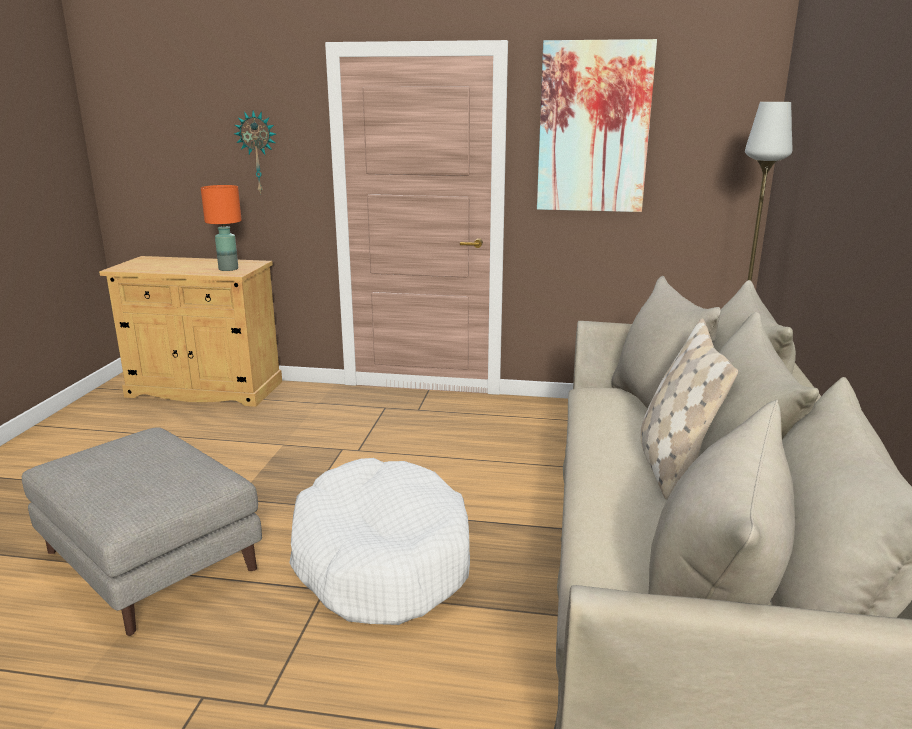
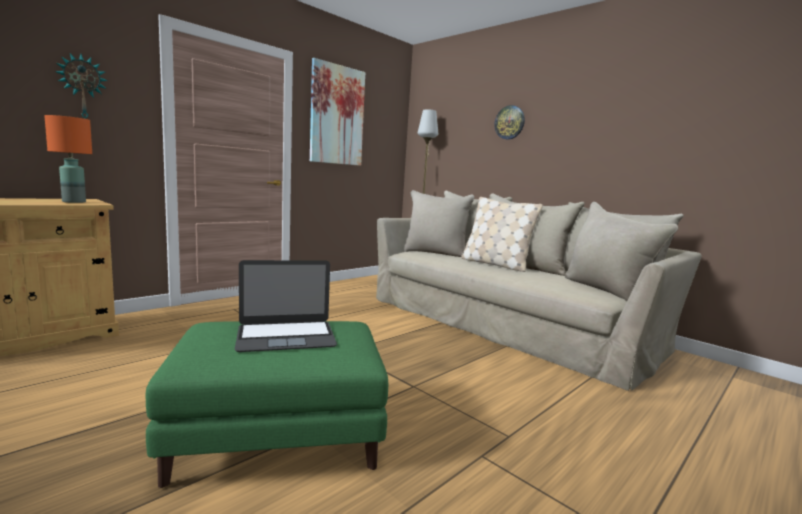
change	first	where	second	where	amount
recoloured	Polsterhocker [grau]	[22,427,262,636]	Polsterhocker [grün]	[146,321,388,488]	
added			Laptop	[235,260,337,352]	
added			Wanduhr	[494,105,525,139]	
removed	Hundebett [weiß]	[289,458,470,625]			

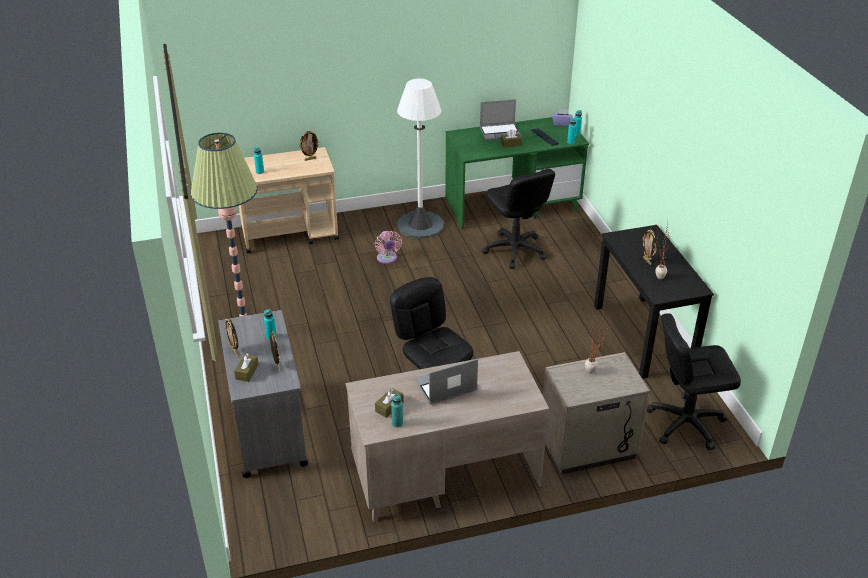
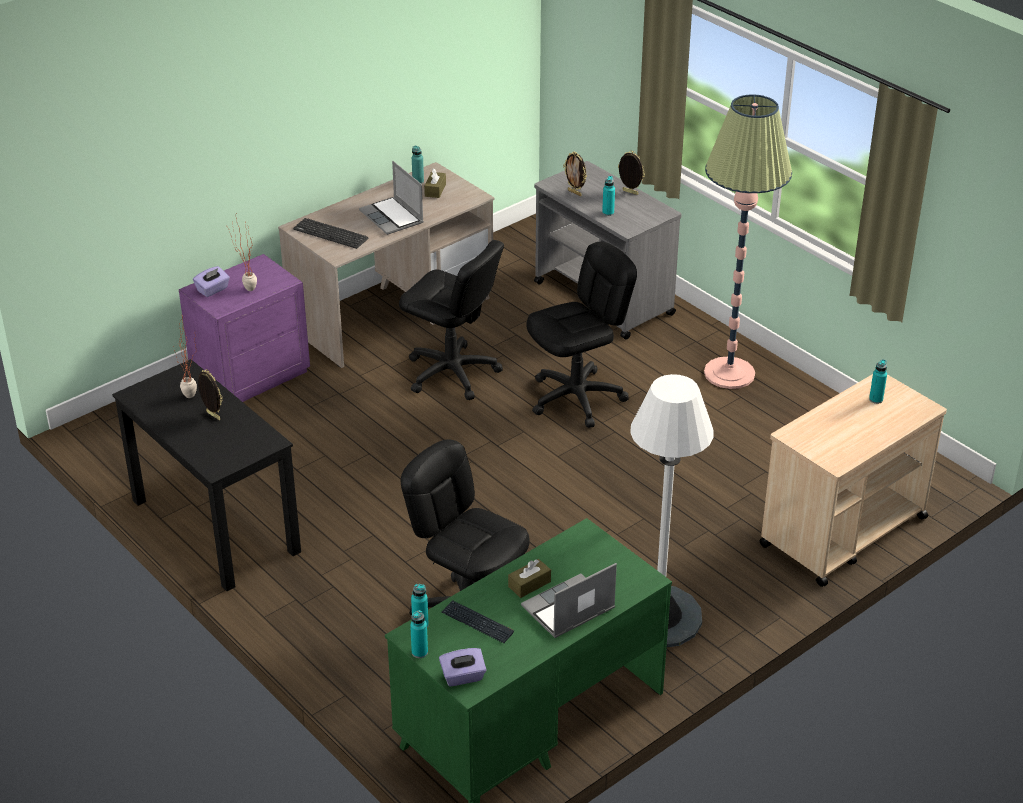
change	first	where	second	where	amount
recoloured	Nachttisch [beige]	[543,352,650,474]	Nachttisch [lila]	[179,254,310,402]	
added			Taschentuchbox [lila]	[193,266,230,297]	
added			Tastatur	[293,218,369,249]	
turned	Laptop	[415,359,478,404]		[359,161,424,235]	105 degrees clockwise
moved	Bürostuhl [schwarz]	[647,314,741,451]		[526,242,637,428]	
removed	Taschentuchbox [braun]	[234,353,259,382]			
removed	Bilderrahmen	[299,131,320,161]			
removed	Ventilator [rosa]	[375,231,402,264]			

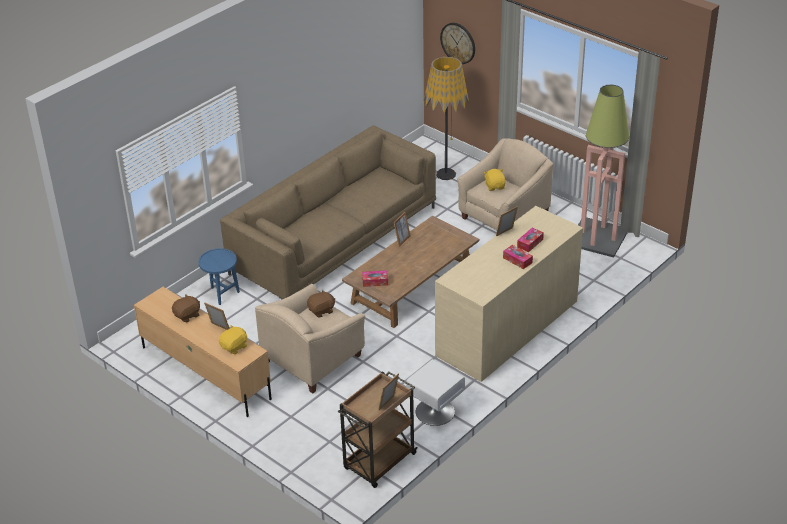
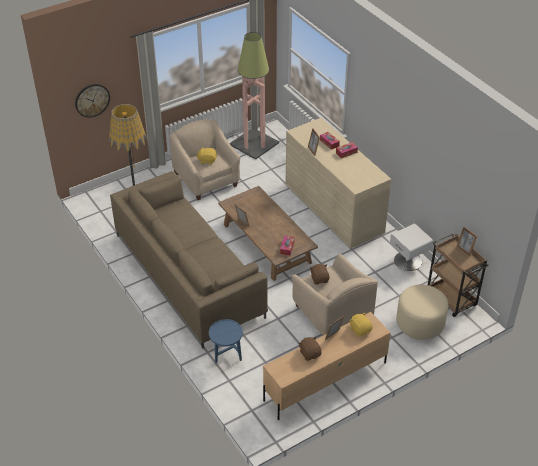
change	first	where	second	where	amount
added			Polsterhocker [beige]	[396,284,448,340]	

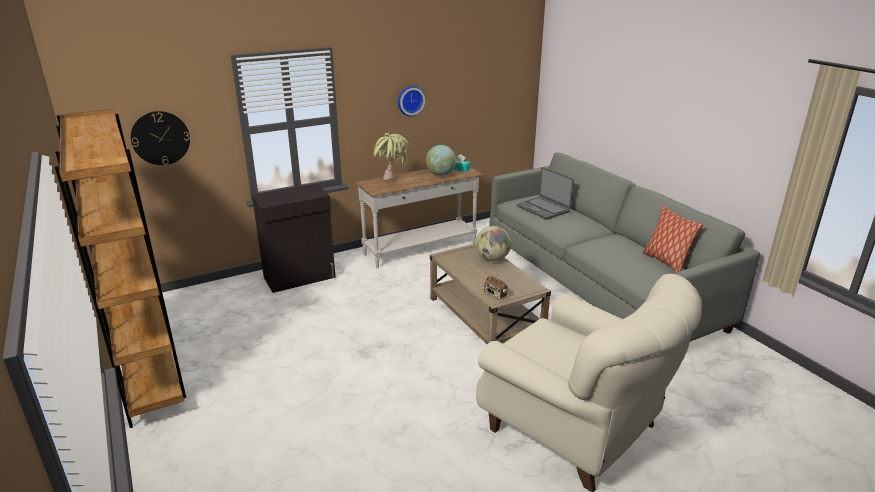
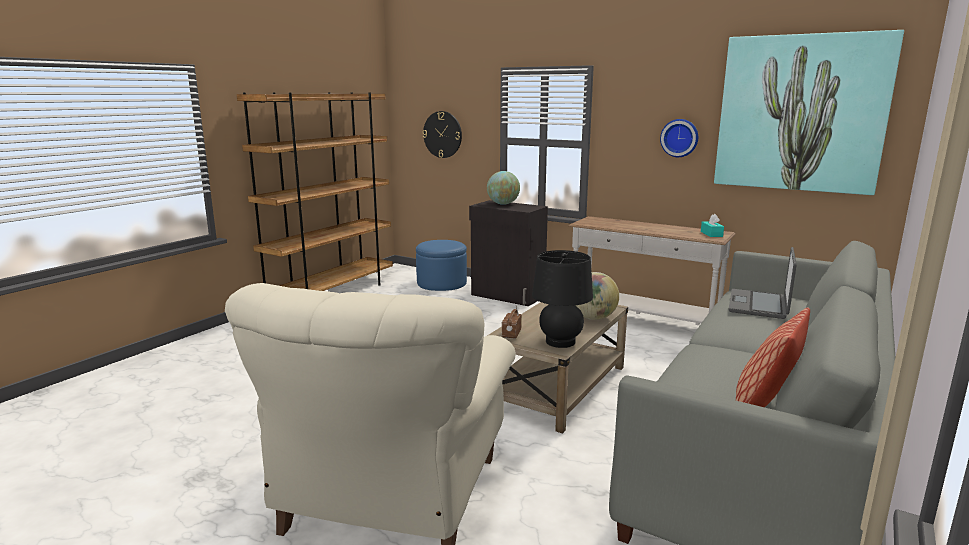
change	first	where	second	where	amount
added			Polsterhocker [blau]	[416,240,467,291]	
moved	Globus	[426,145,456,176]		[487,171,520,205]	
added			Tischlampe [schwarz]	[532,250,593,348]	
added			Bild	[714,30,904,195]	
removed	Topfpflanze	[374,133,409,182]			

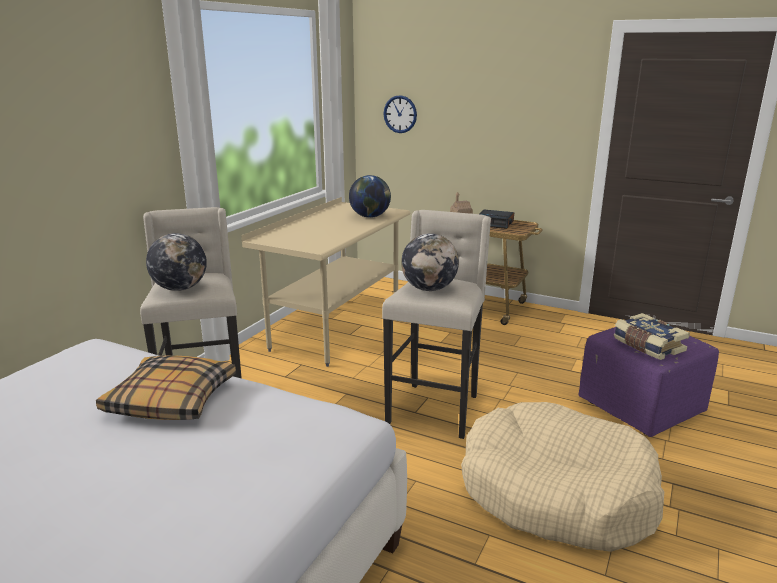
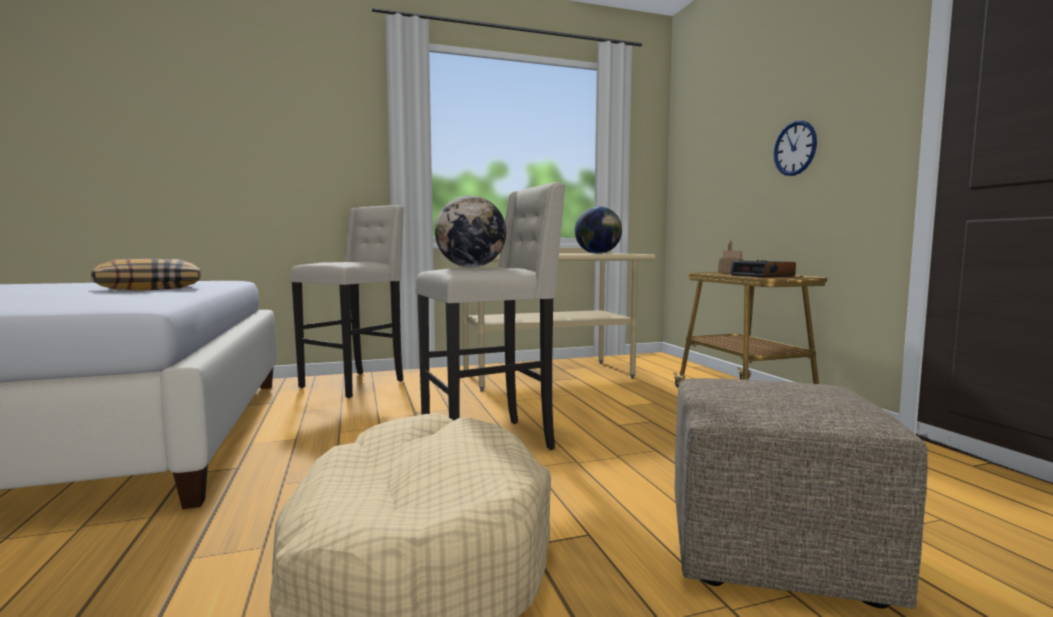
change	first	where	second	where	amount
recoloured	Polsterhocker [lila]	[578,327,719,437]	Polsterhocker [beige]	[674,378,928,609]	
moved	Wanduhr	[383,95,417,133]		[774,120,817,176]	
removed	Globus	[146,233,207,291]			
removed	Buch	[614,313,690,360]			

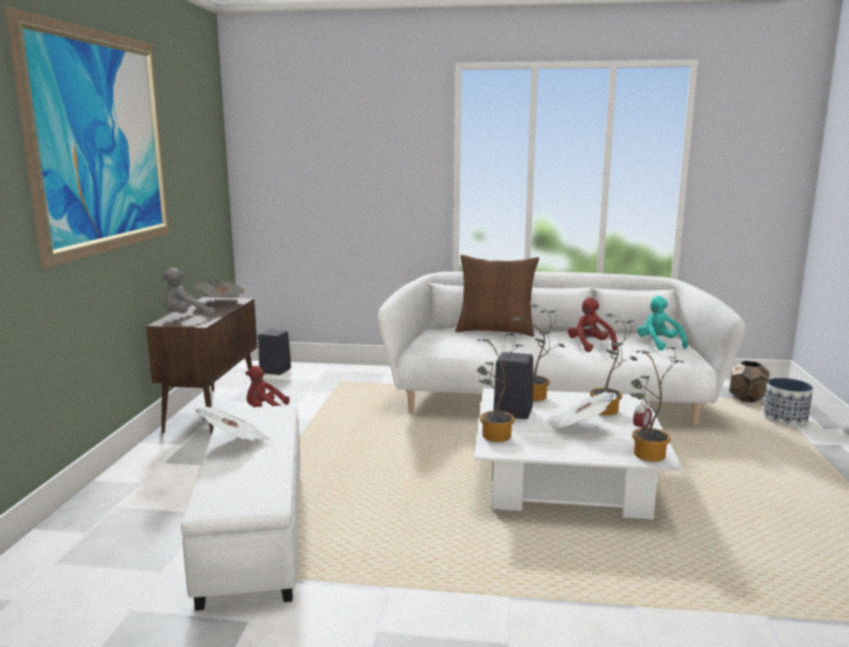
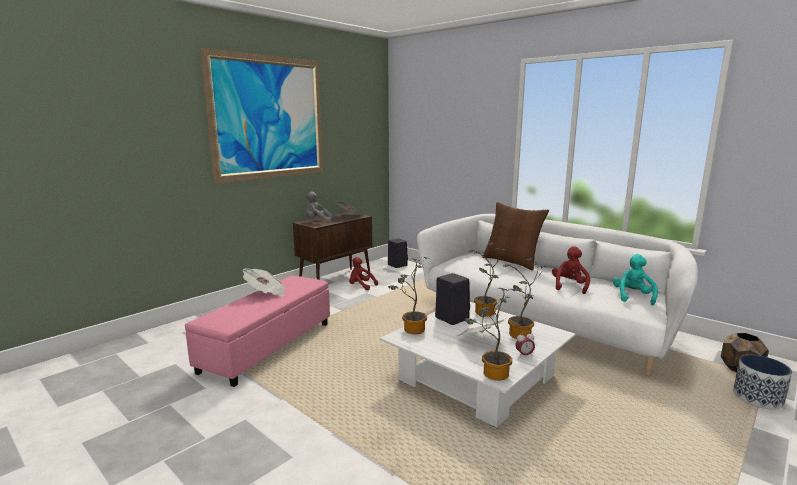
change	first	where	second	where	amount
recoloured	Polsterhocker [weiß]	[181,405,300,611]	Polsterhocker [rosa]	[185,275,330,387]	

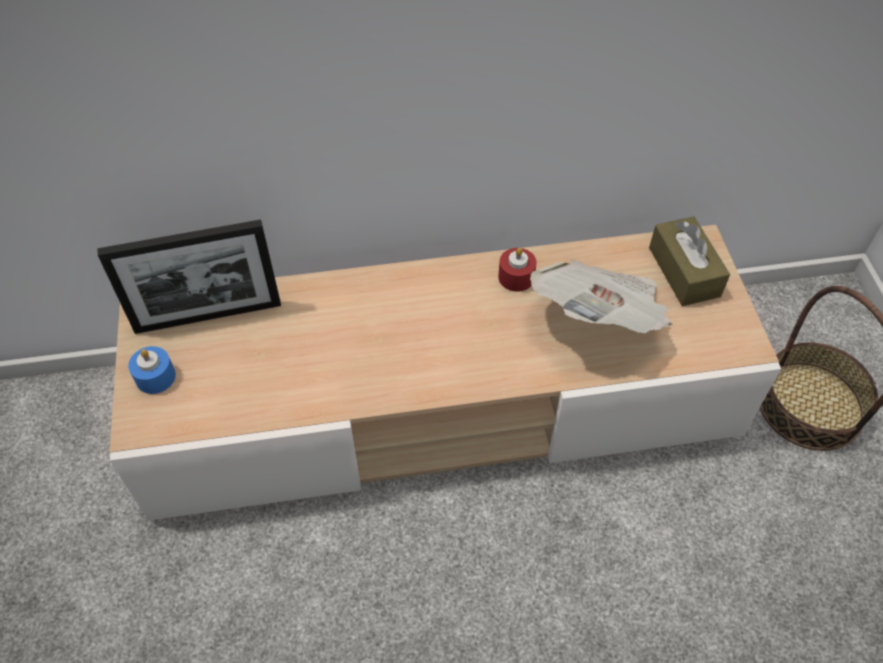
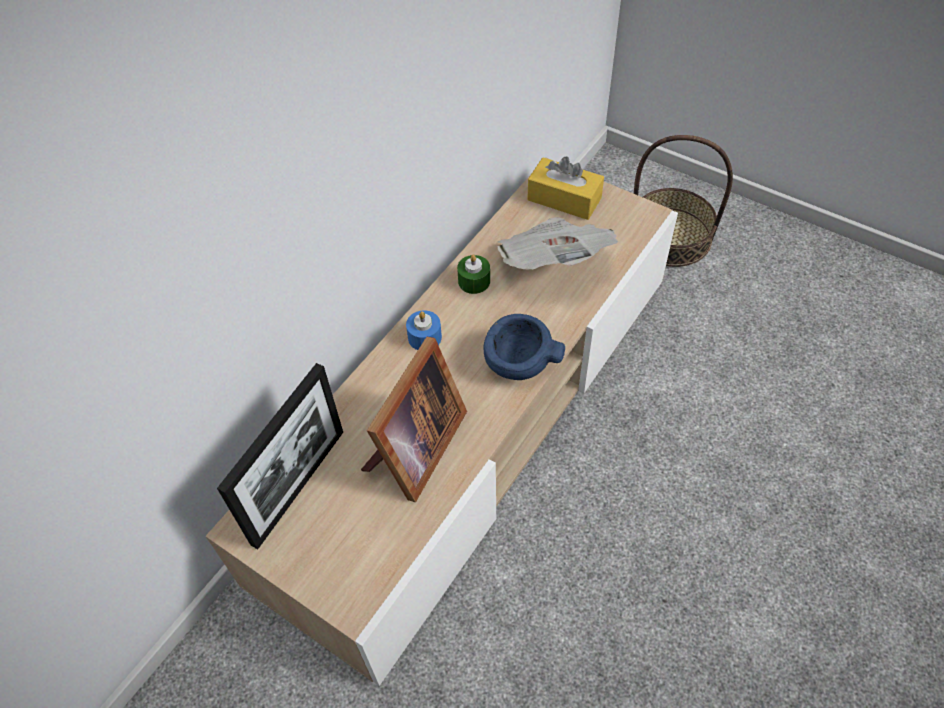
change	first	where	second	where	amount
added			Bilderrahmen	[361,337,467,502]	
moved	Kerze [blau]	[128,346,176,394]		[406,310,442,350]	
recoloured	Kerze [rot]	[498,248,537,292]	Kerze [grün]	[457,254,490,294]	
added			Schüssel [blau]	[483,314,565,380]	
recoloured	Taschentuchbox [braun]	[649,216,730,306]	Taschentuchbox [gelb]	[527,157,604,220]	

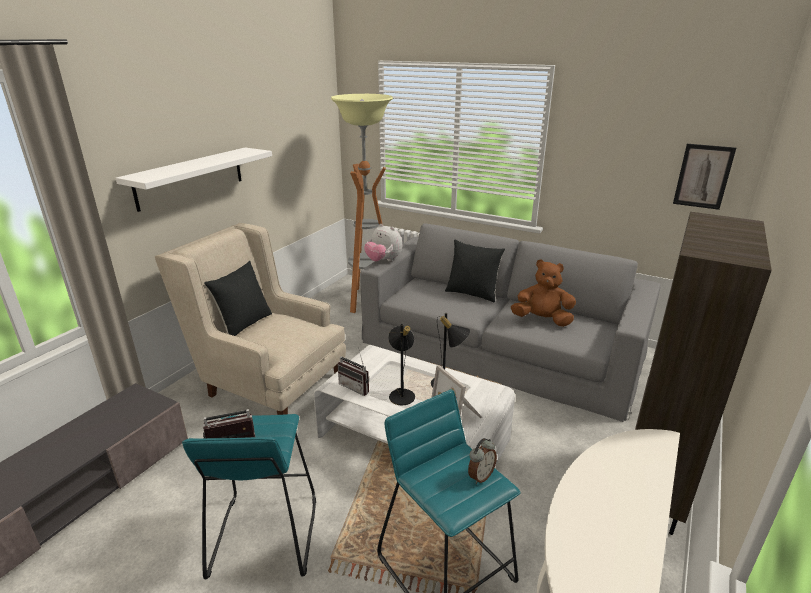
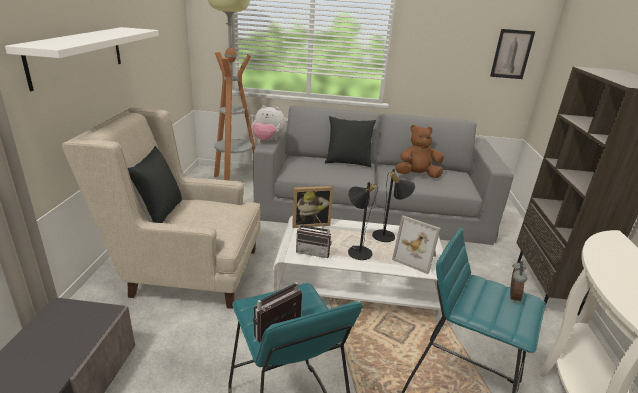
change	first	where	second	where	amount
added			Bilderrahmen	[292,186,333,228]	

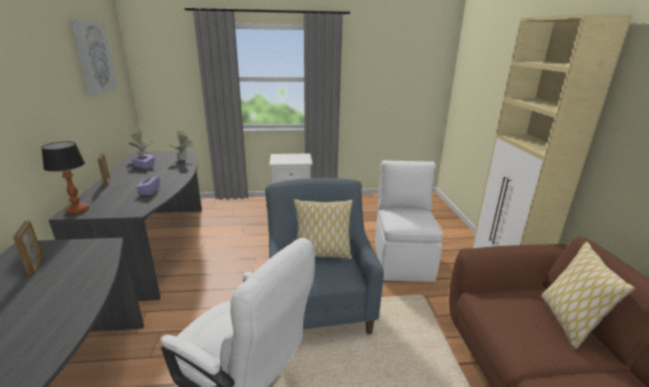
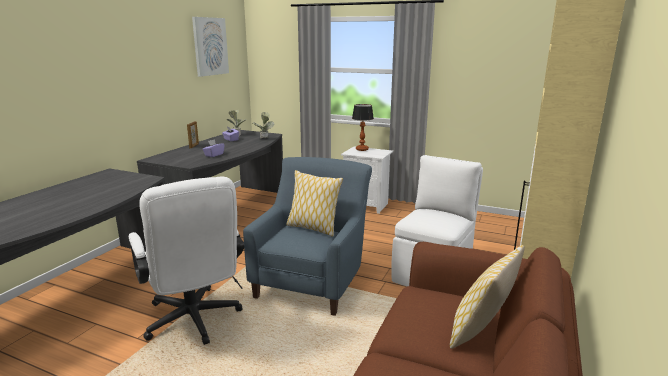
change	first	where	second	where	amount
moved	Tischlampe	[41,141,89,215]		[352,104,374,151]	
removed	Bilderrahmen	[13,220,43,277]			

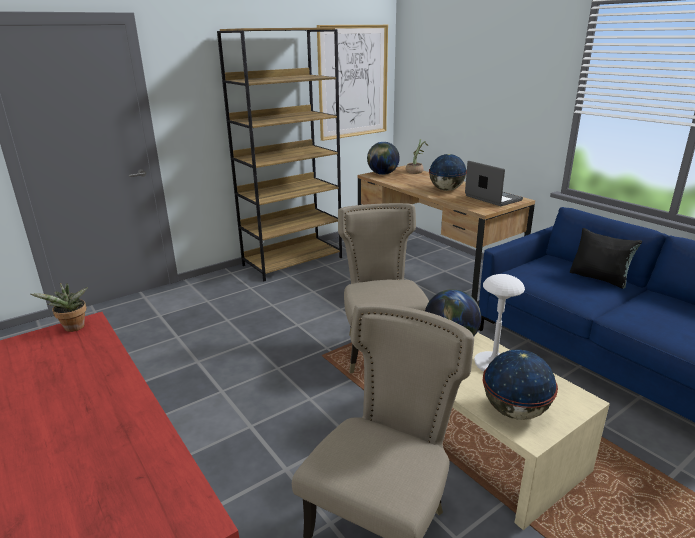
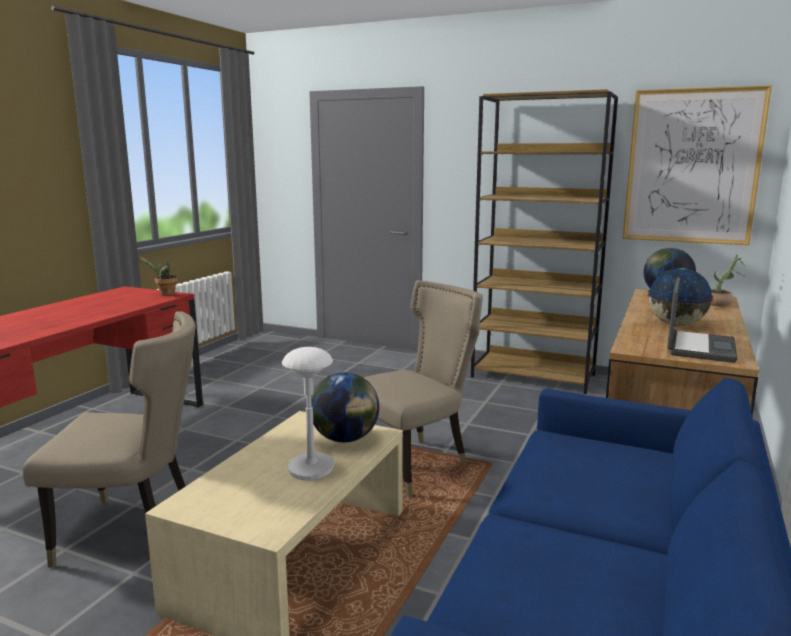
change	first	where	second	where	amount
removed	Globus	[483,349,558,420]			
removed	Kissen [schwarz]	[570,228,642,289]			

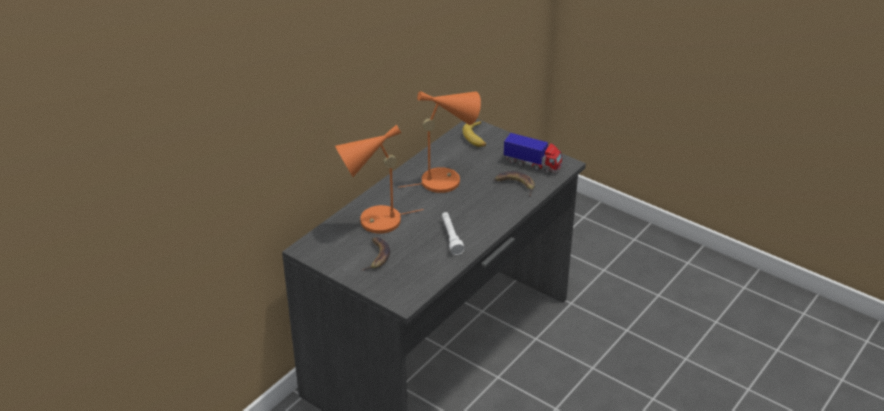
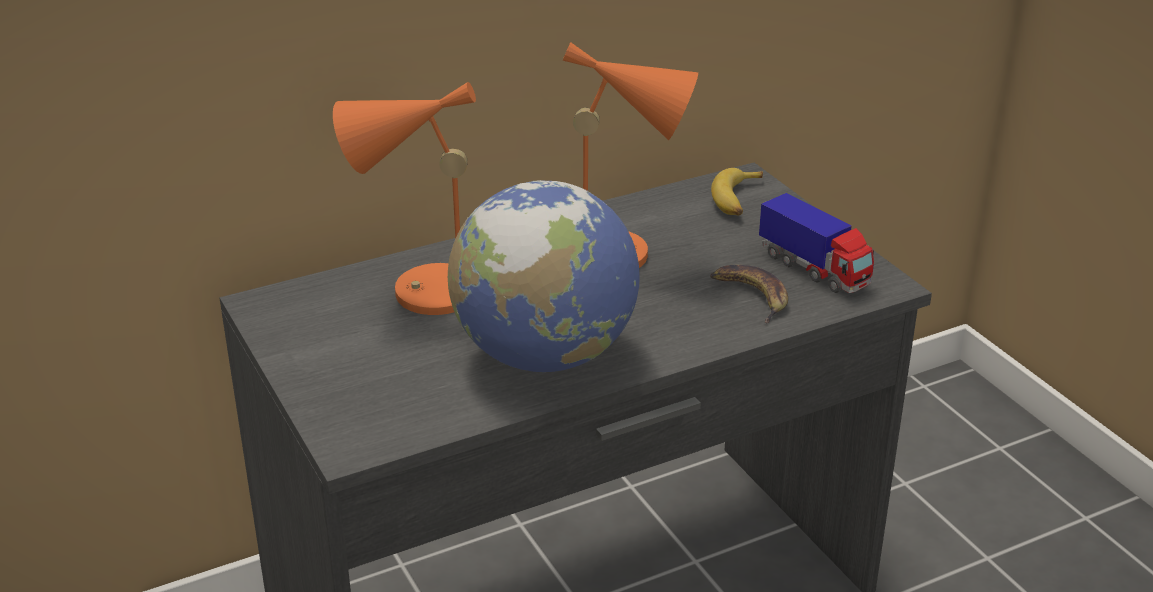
change	first	where	second	where	amount
replaced	Taschenlampe [weiß]	[442,212,465,255]	Globus	[448,180,640,372]	
removed	Banane	[362,237,390,271]			

